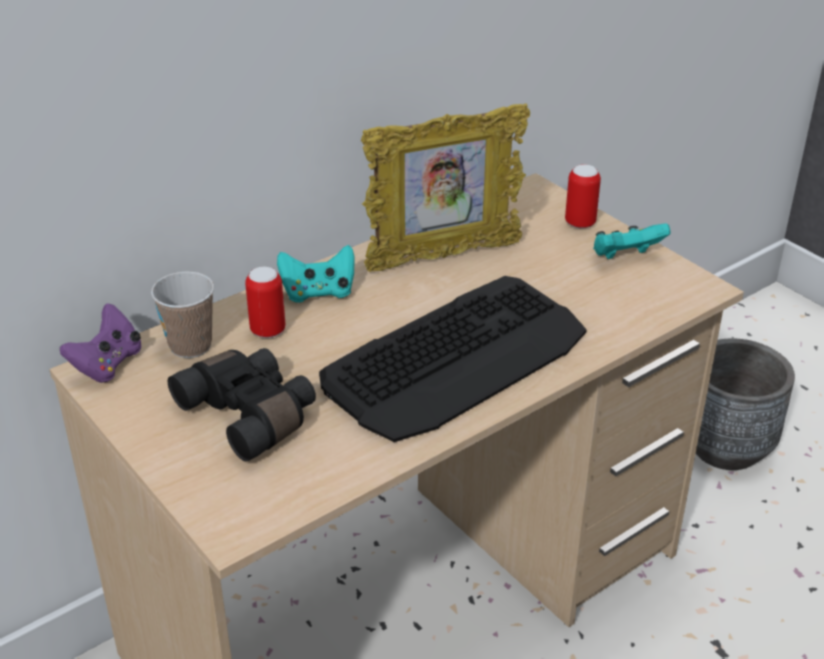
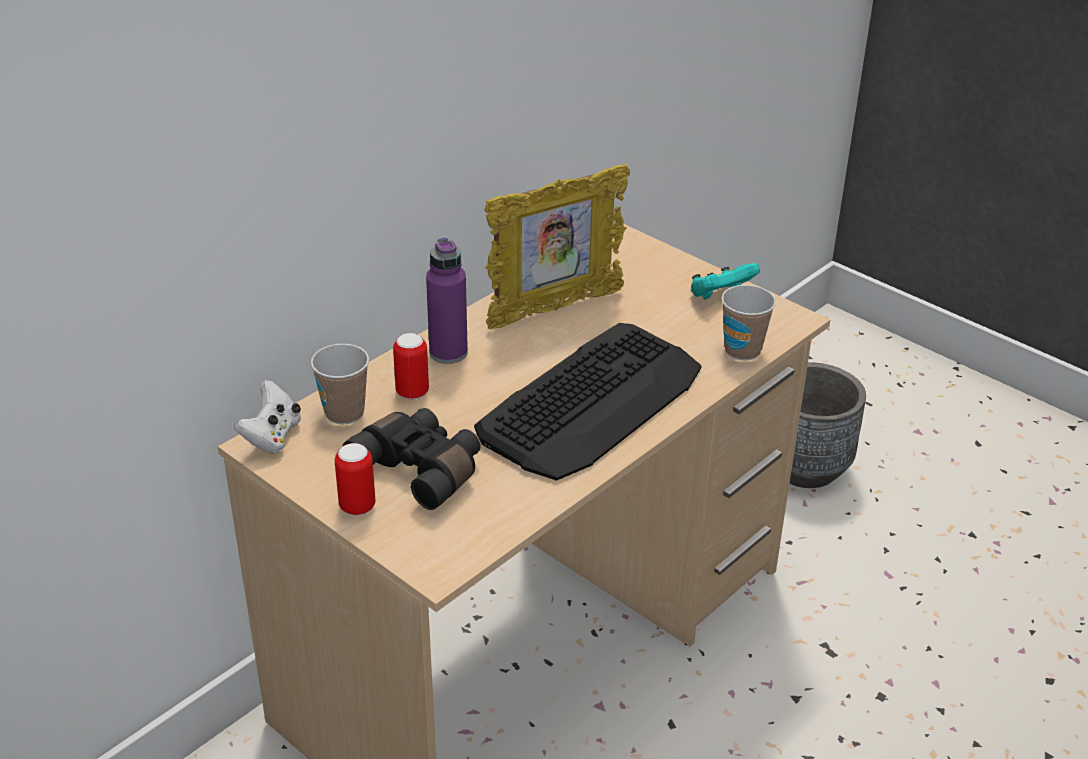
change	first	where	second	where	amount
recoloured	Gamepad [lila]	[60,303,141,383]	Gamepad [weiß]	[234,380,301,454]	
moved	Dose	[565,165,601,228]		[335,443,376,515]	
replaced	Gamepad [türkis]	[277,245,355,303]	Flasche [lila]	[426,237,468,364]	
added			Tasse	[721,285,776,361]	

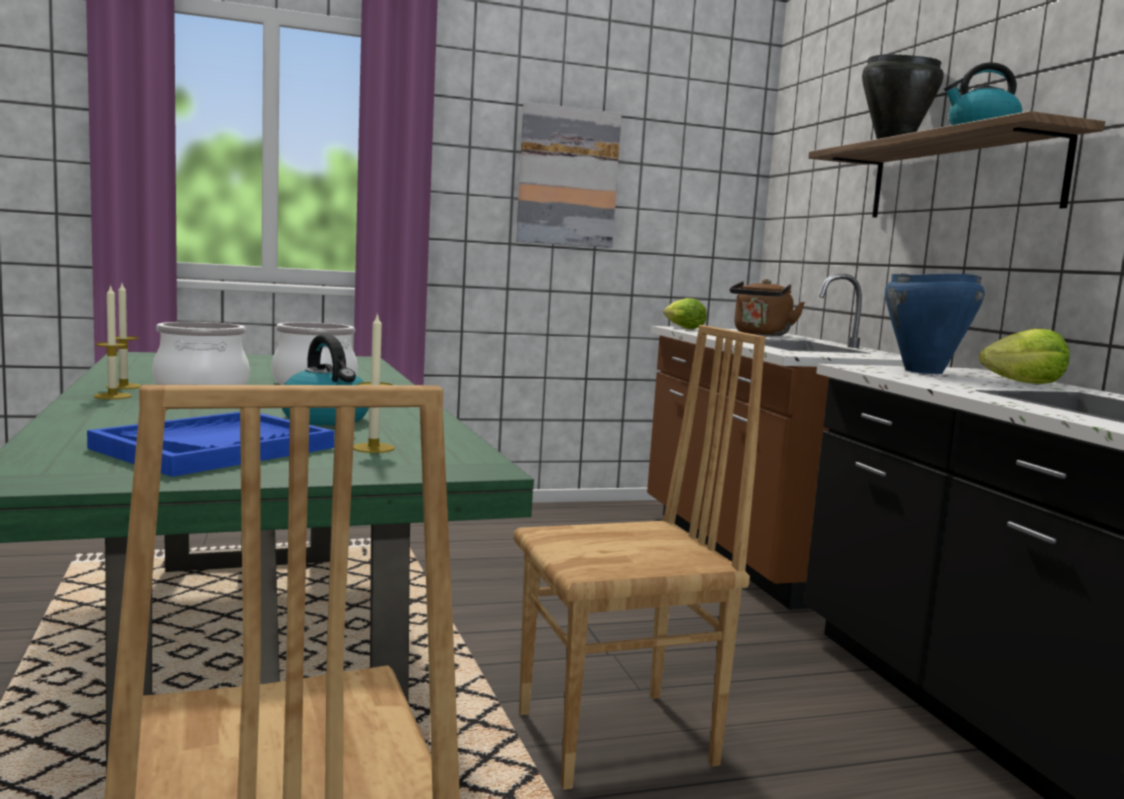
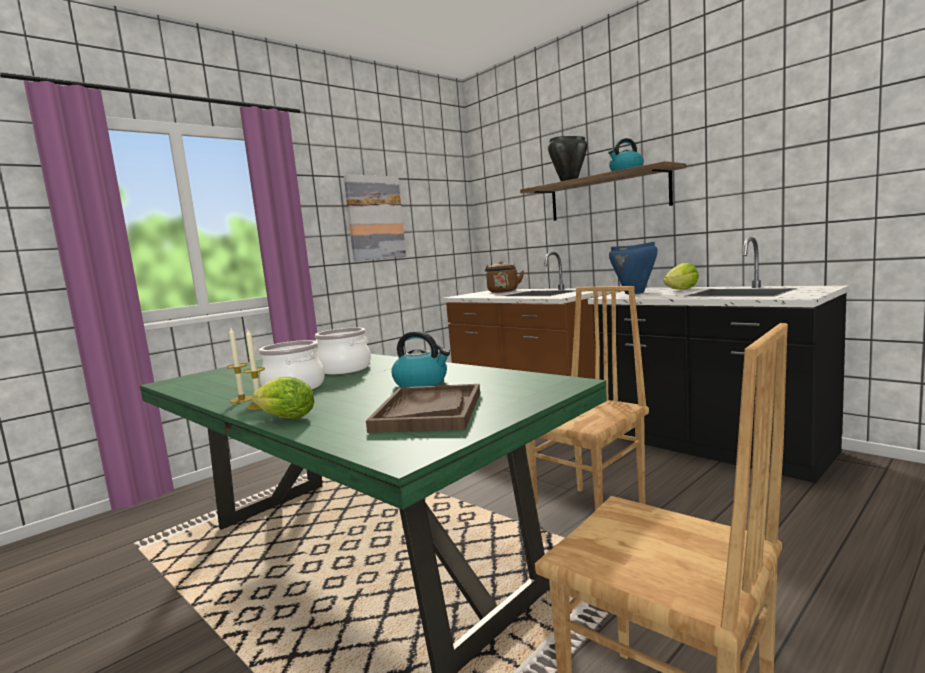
change	first	where	second	where	amount
moved	Salatkopf	[664,298,706,329]		[251,377,315,419]	
recoloured	Tablett [blau]	[87,412,334,477]	Tablett [braun]	[366,384,480,433]	
removed	Kerze	[353,312,395,453]			

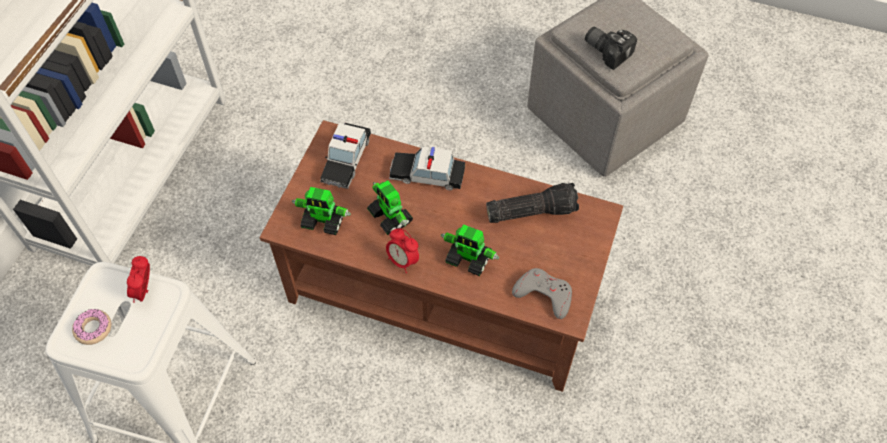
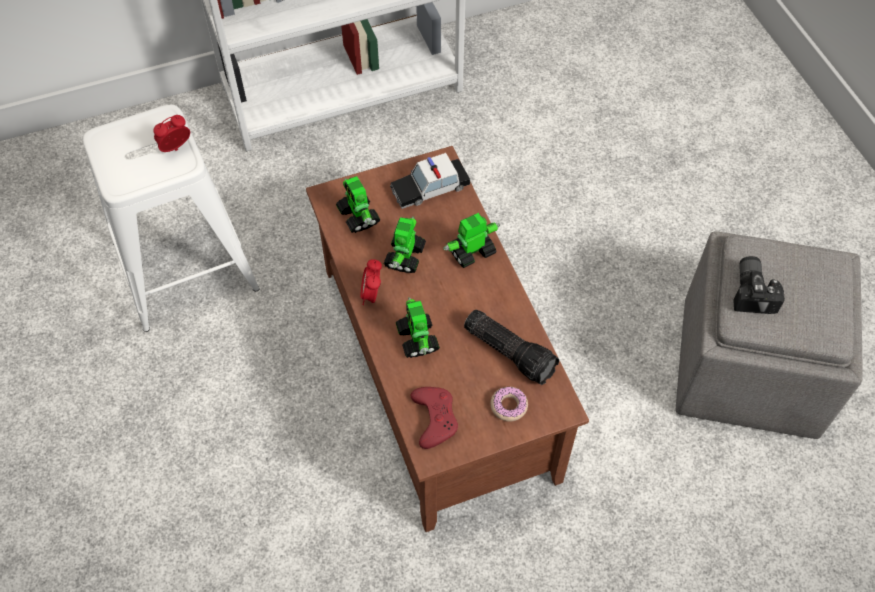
change	first	where	second	where	amount
recoloured	Gamepad [grau]	[512,268,572,319]	Gamepad [rot]	[411,387,458,449]	
replaced	Spielzeugauto	[389,146,465,190]	Spielzeugroboter	[443,213,500,268]	
moved	Donut	[72,309,111,345]		[491,386,528,421]	

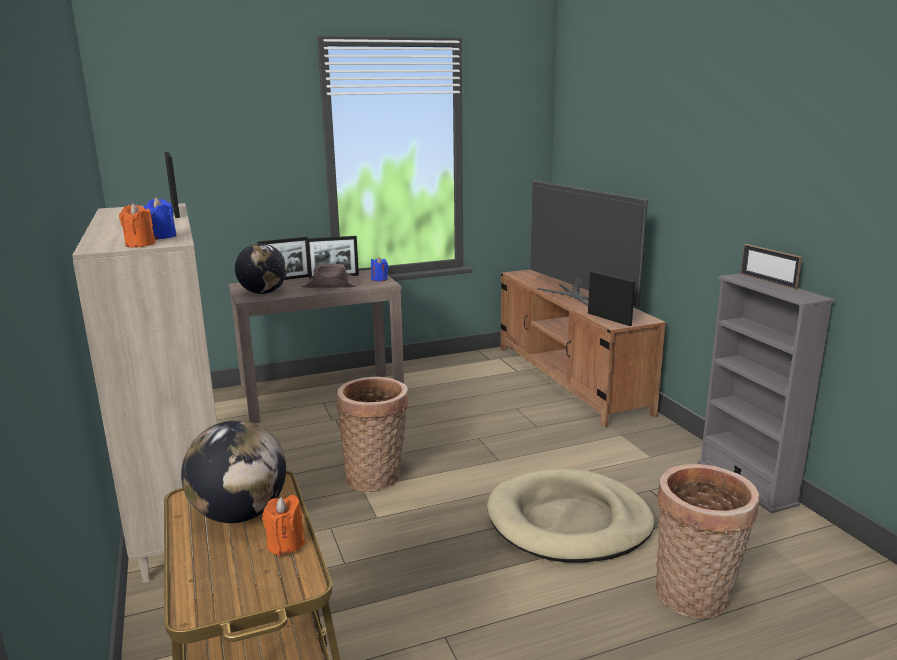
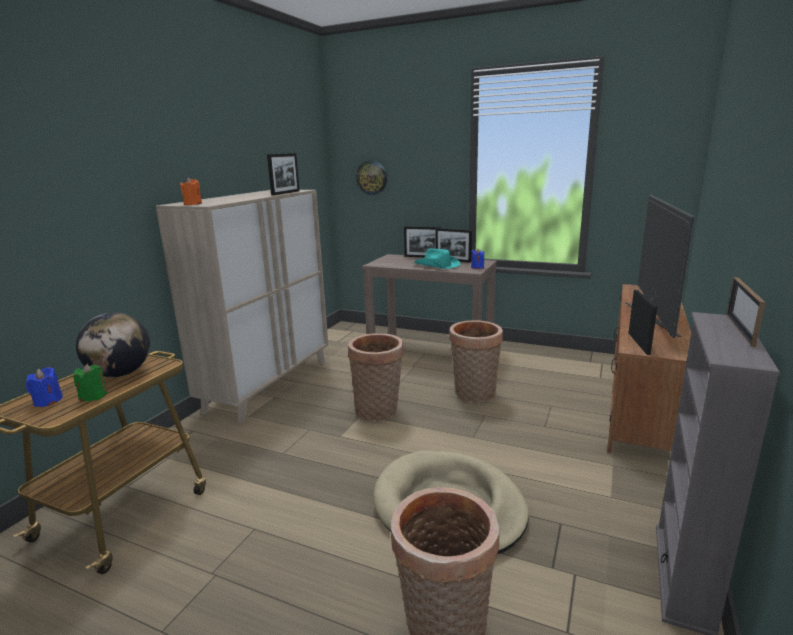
change	first	where	second	where	amount
moved	Kerze [blau]	[143,197,177,239]		[26,367,63,407]	
recoloured	Kerze [orange]	[262,495,305,556]	Kerze [grün]	[73,364,107,402]	
added			Wanduhr	[356,160,387,195]	
recoloured	Hut [braun]	[299,264,361,288]	Hut [türkis]	[414,248,461,269]	
added			Korb	[449,320,503,403]	
removed	Globus	[235,243,287,294]			

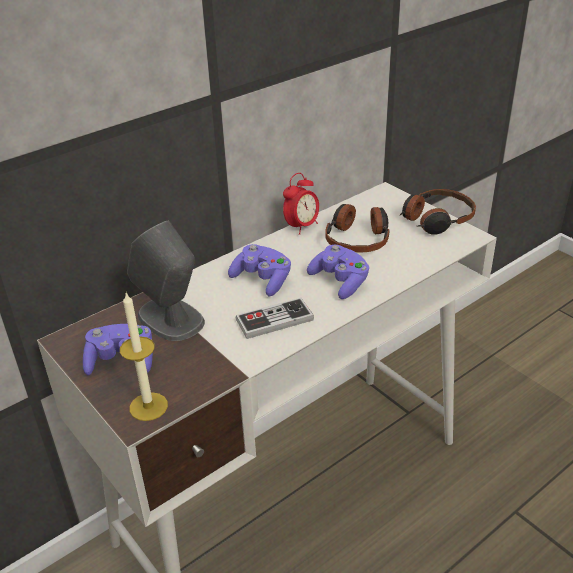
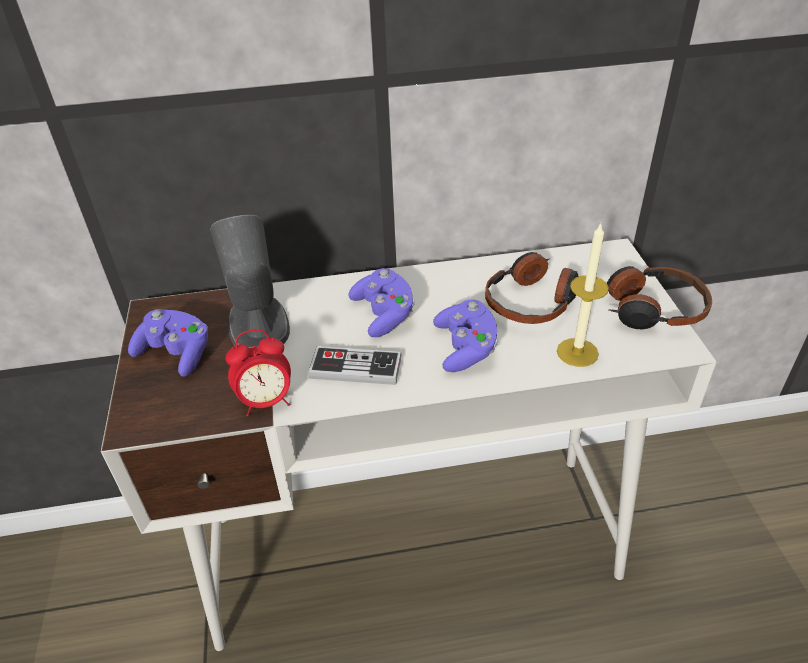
change	first	where	second	where	amount
moved	Wecker	[283,173,319,235]		[225,329,291,416]	
moved	Kerze	[120,293,168,421]		[557,223,609,367]	

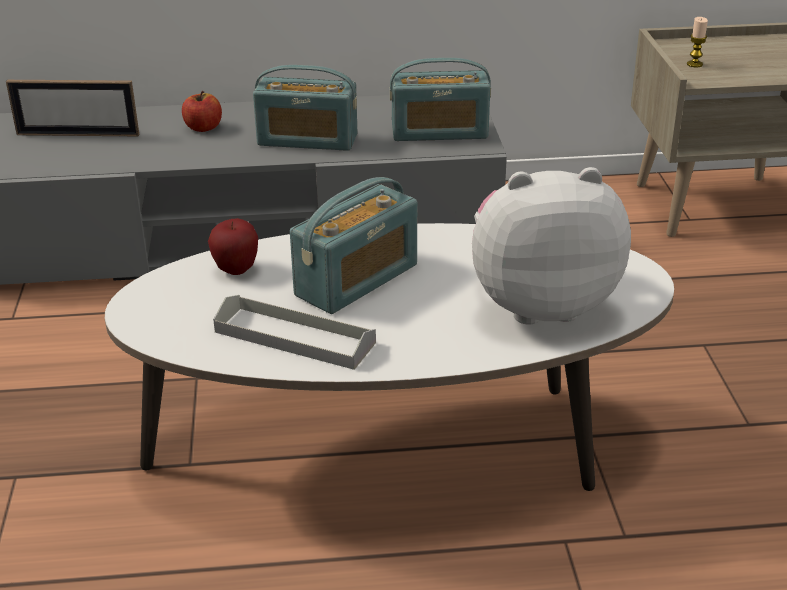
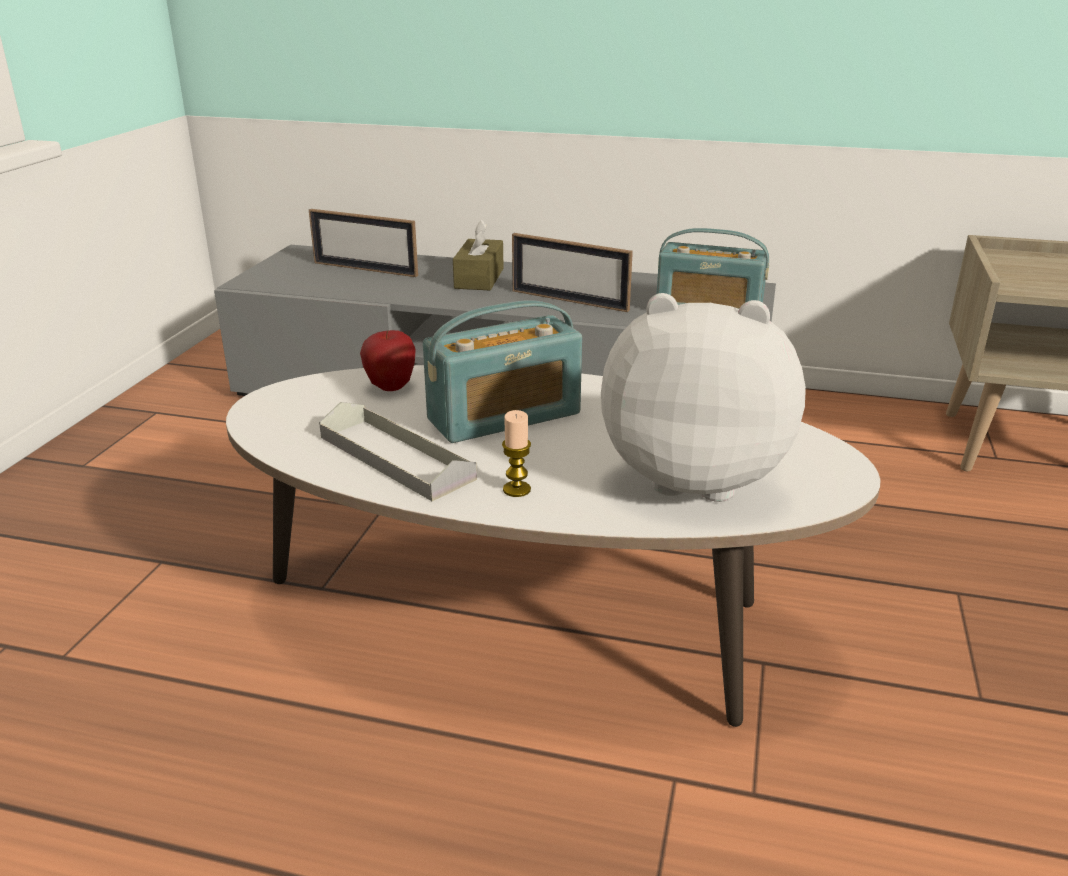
change	first	where	second	where	amount
replaced	Apfel	[182,91,222,132]	Taschentuchbox [braun]	[453,220,504,290]	
moved	Kerze	[687,17,708,67]		[502,410,531,497]	
replaced	Radio	[253,65,357,151]	Bilderrahmen	[512,233,633,312]	

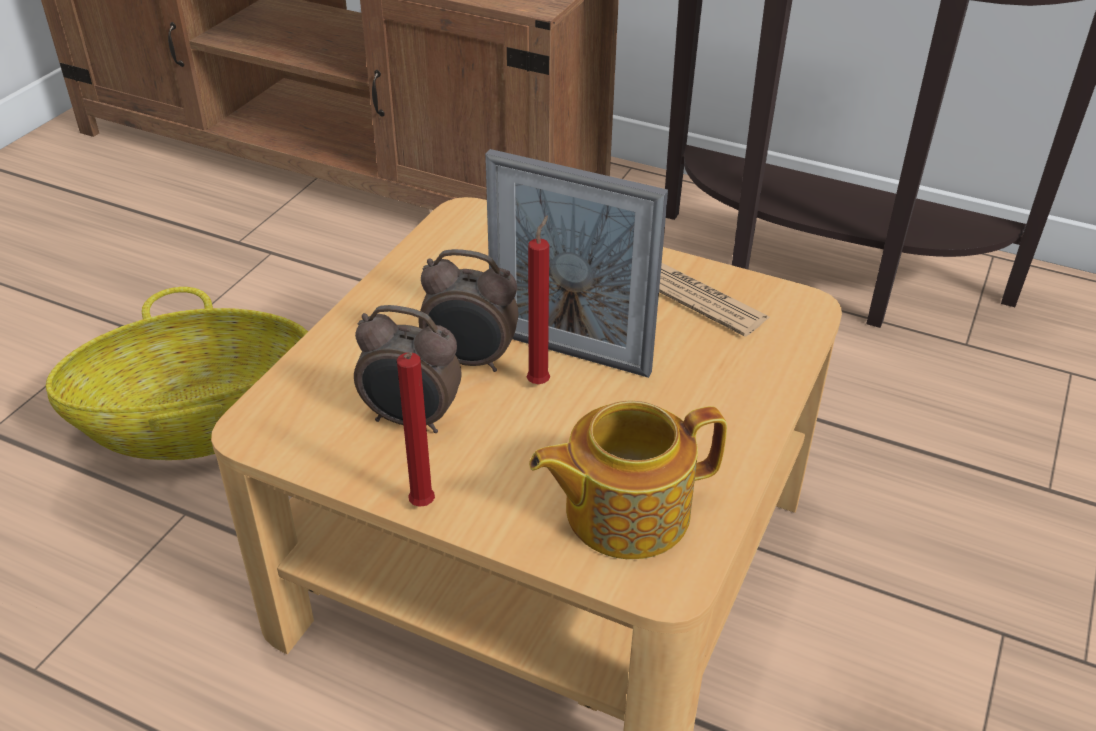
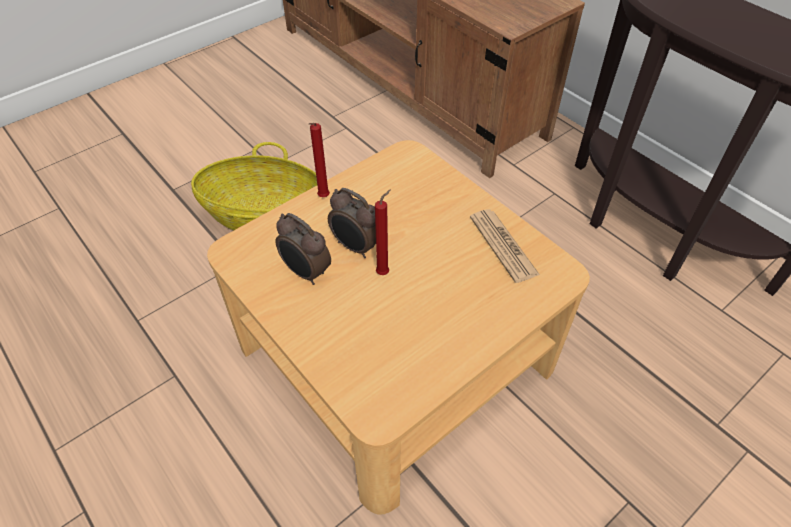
change	first	where	second	where	amount
moved	Kerze [rot]	[397,352,435,507]		[309,123,330,197]	
removed	Bilderrahmen	[485,149,668,378]			
removed	Teekanne	[529,400,727,559]			

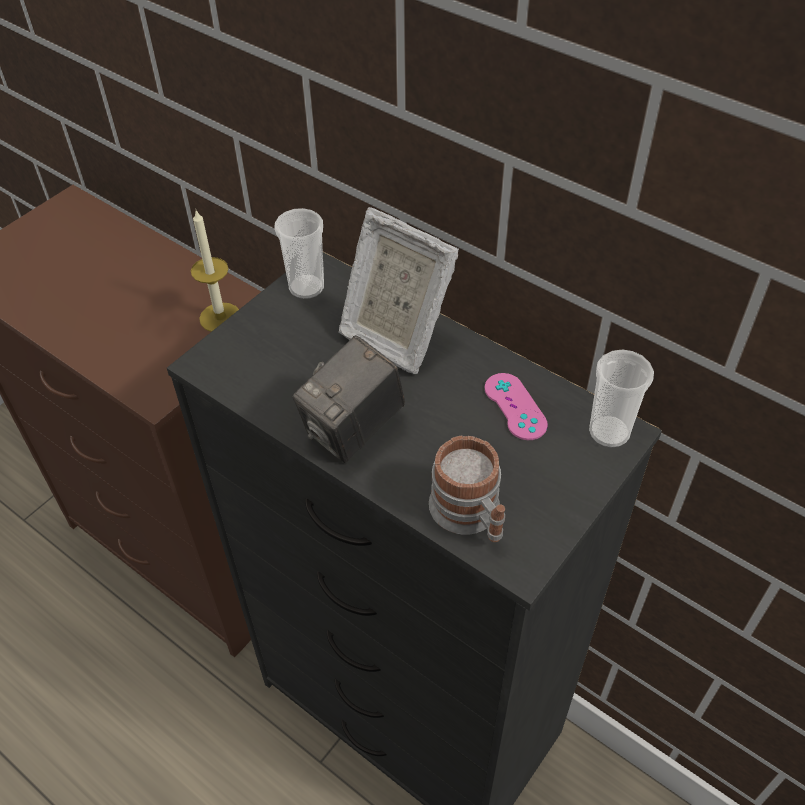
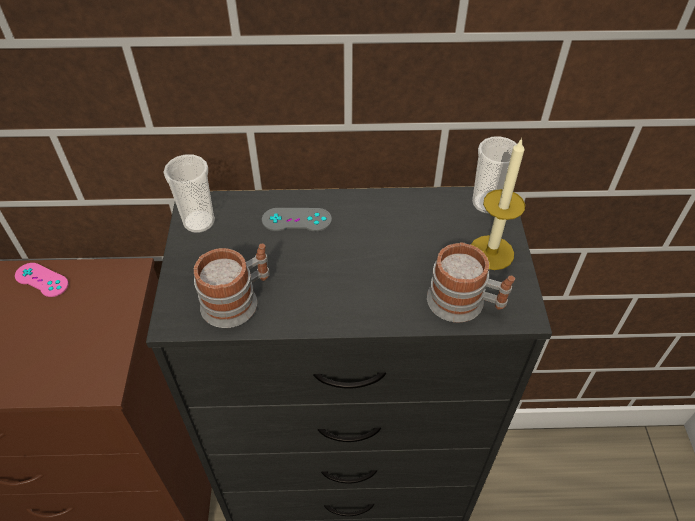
change	first	where	second	where	amount
moved	Gamepad [rosa]	[485,373,548,440]		[15,263,69,297]	
added			Henkelbecher	[194,244,270,328]	
replaced	Bilderrahmen	[338,207,459,374]	Gamepad [grau]	[262,208,332,232]	
moved	Kerze	[191,211,239,332]		[471,138,525,270]	
removed	Kamera	[293,335,405,463]			

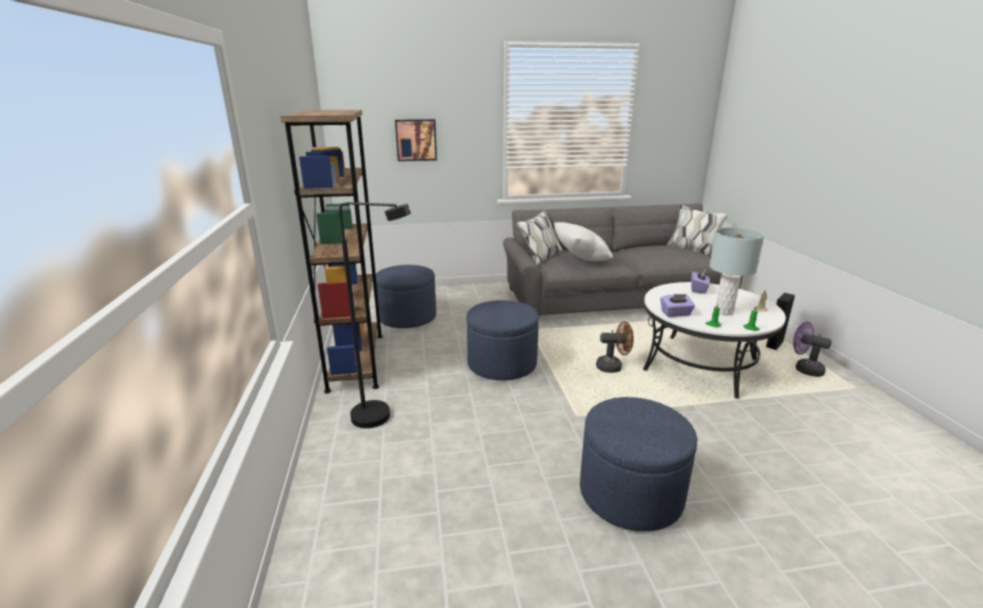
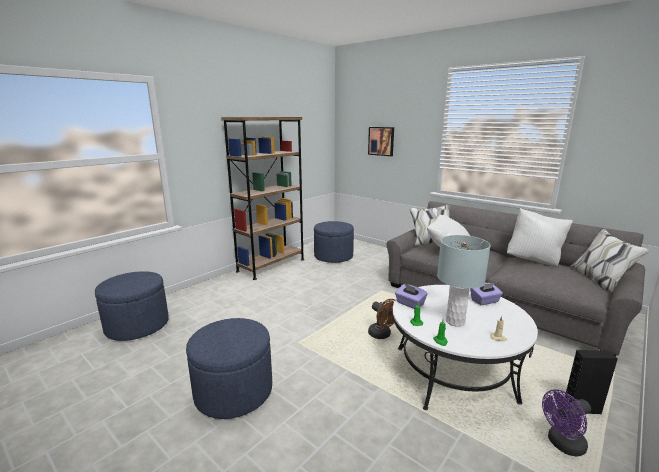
change	first	where	second	where	amount
moved	Polsterhocker [blau]	[467,300,539,381]		[95,271,169,341]	
added			Kissen [weiß]	[507,208,573,266]	
turned	Ventilator [lila]	[793,322,832,377]		[542,390,591,457]	105 degrees counterclockwise
removed	Stehlampe [schwarz]	[339,202,411,428]			

